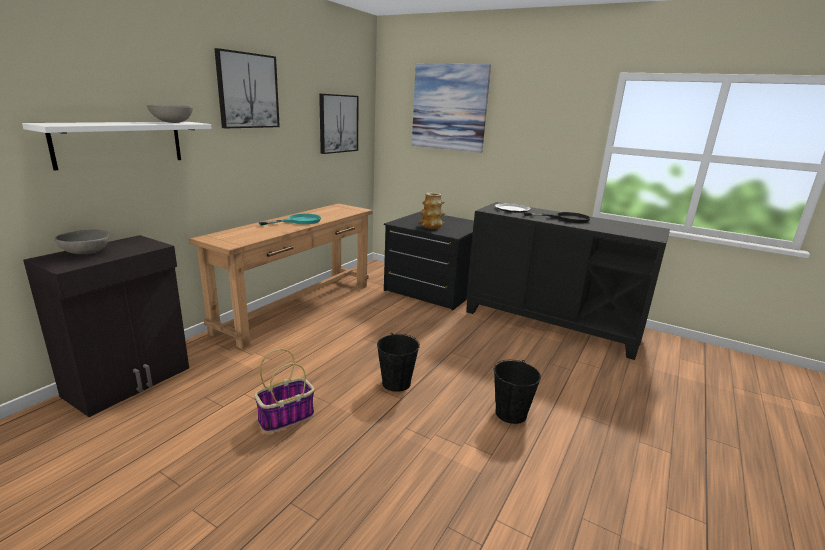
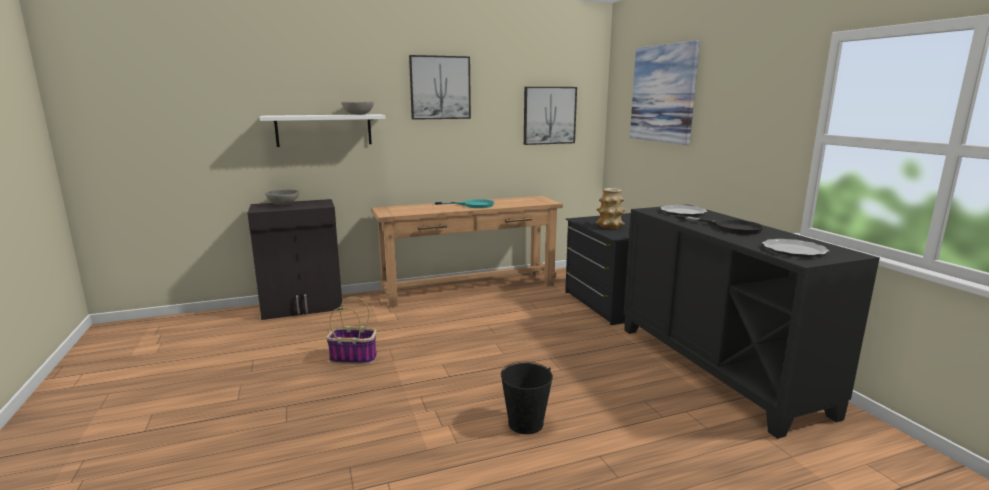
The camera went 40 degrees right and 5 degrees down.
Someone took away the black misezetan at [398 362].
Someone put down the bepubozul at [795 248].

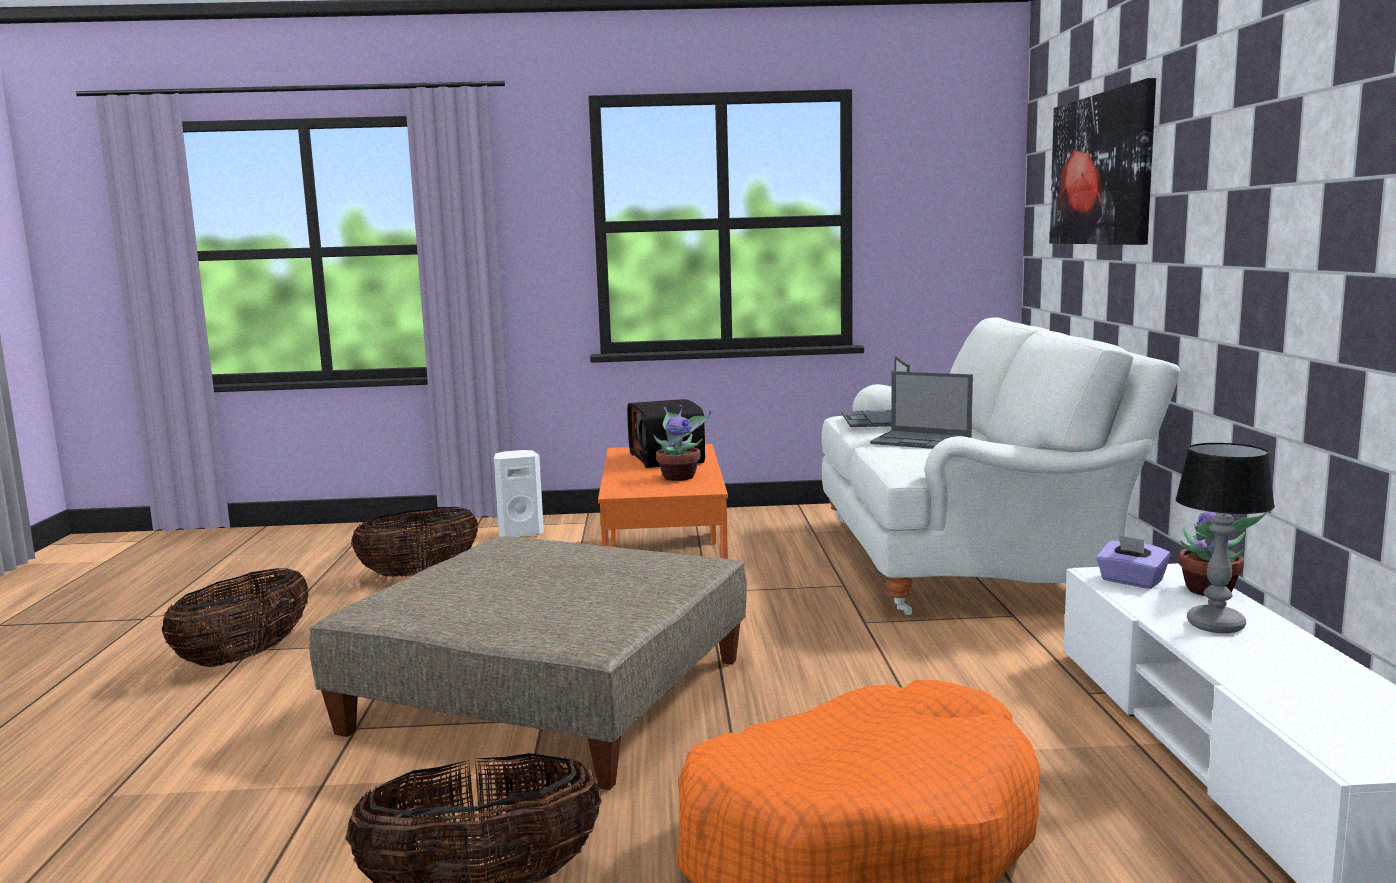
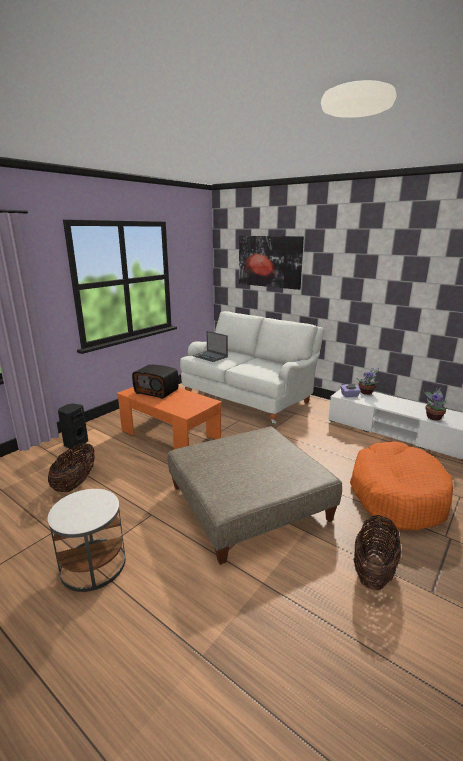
The camera went 50 degrees left and 10 degrees up.
Someone took away the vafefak at [921 410].
Someone took away the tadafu at [1225 538].
Someone carried the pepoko from [682 443] to [435 404].
Someone swapped the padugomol at [235 617] for the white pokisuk at [87 540].
Someone repainted the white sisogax at [519 493], which became the black sisogax at [73 427].

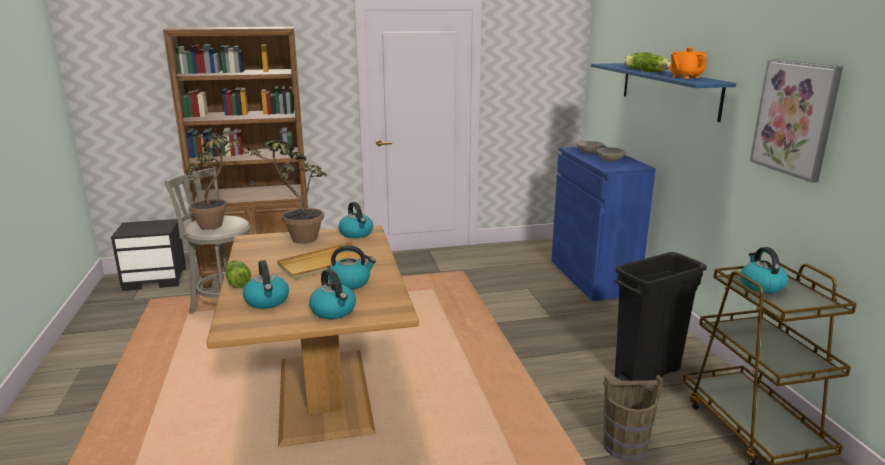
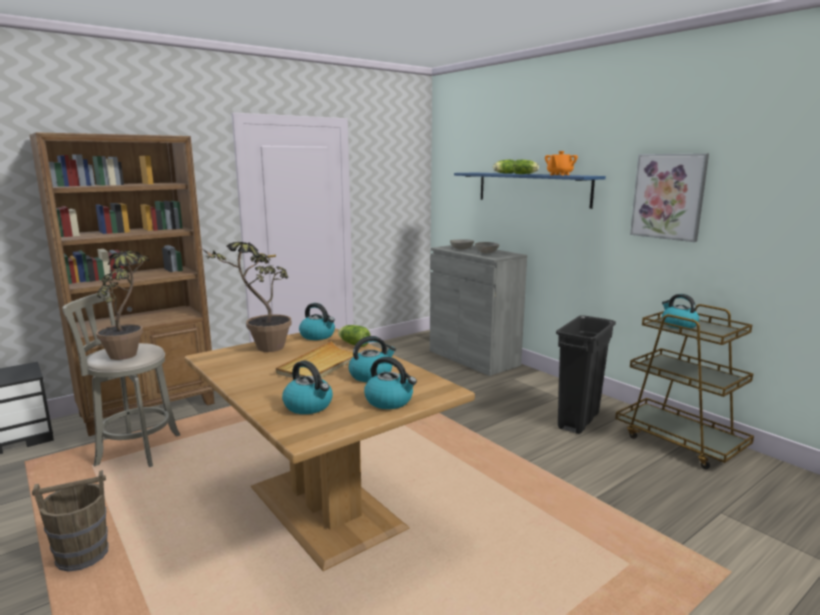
The camera went 25 degrees left and 5 degrees down.
Someone carried the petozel from [238 274] to [354 336].
Someone carried the brown misezetan from [633 418] to [70 521].
Someone repainted the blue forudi at [603 223], which became the grey forudi at [478 310].

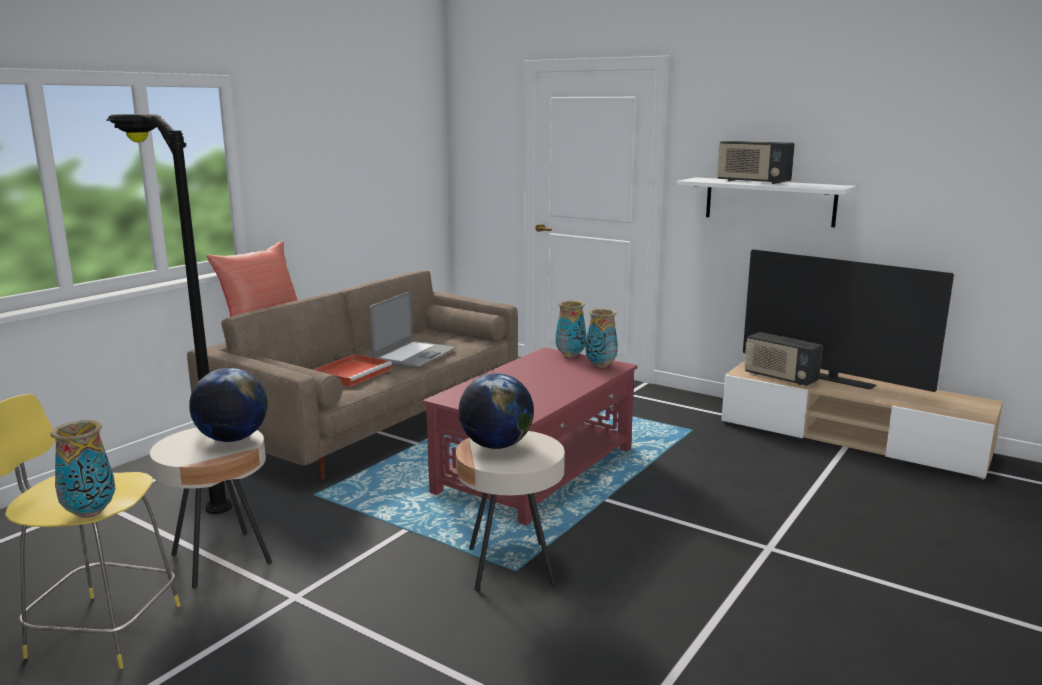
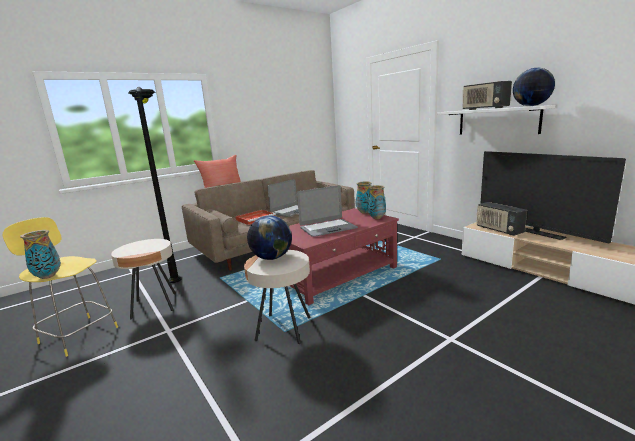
The camera went 20 degrees right and 0 degrees up.
Someone put down the vafefak at [327 211].
Someone carried the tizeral from [228 405] to [534 87].

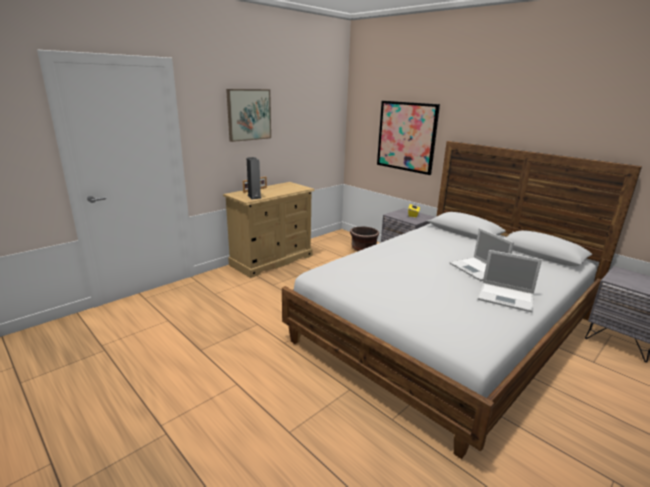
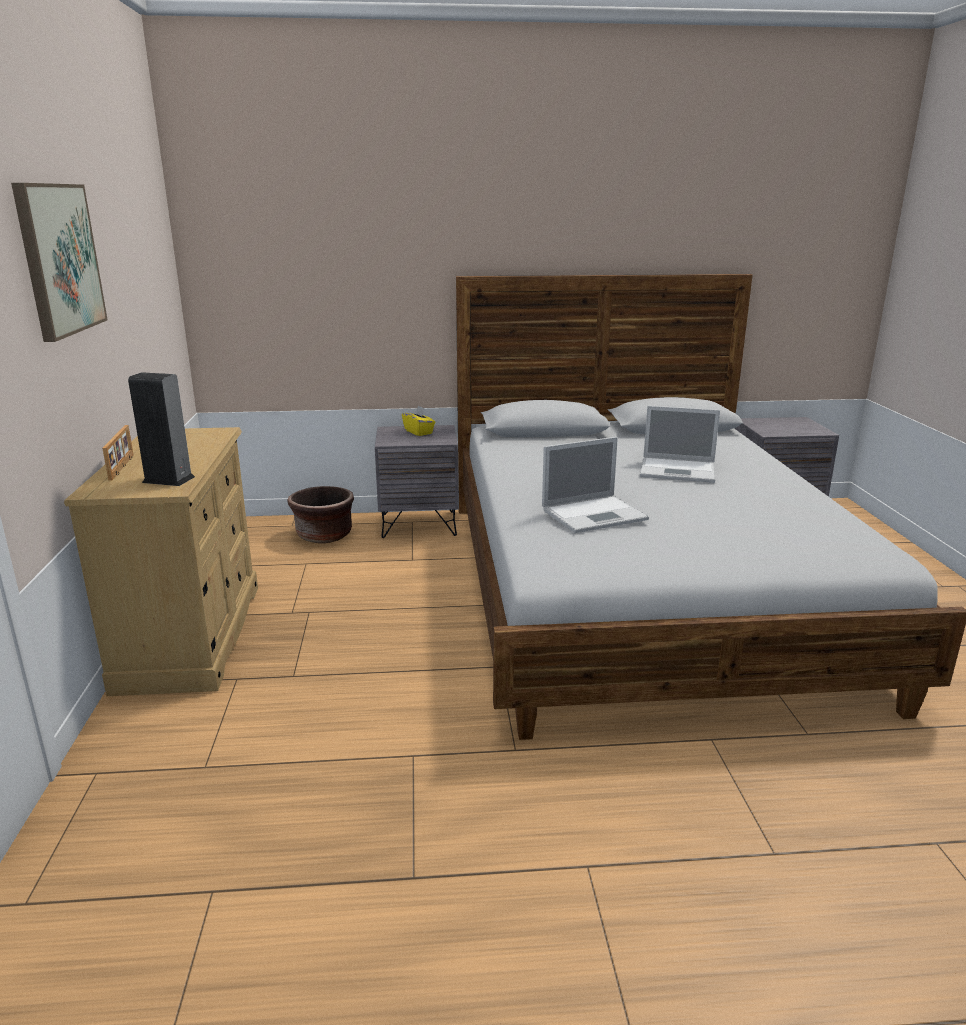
The camera went 50 degrees left and 0 degrees up.
Someone took away the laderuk at [408 138].
Someone carried the vafefak from [510 281] to [595 485].

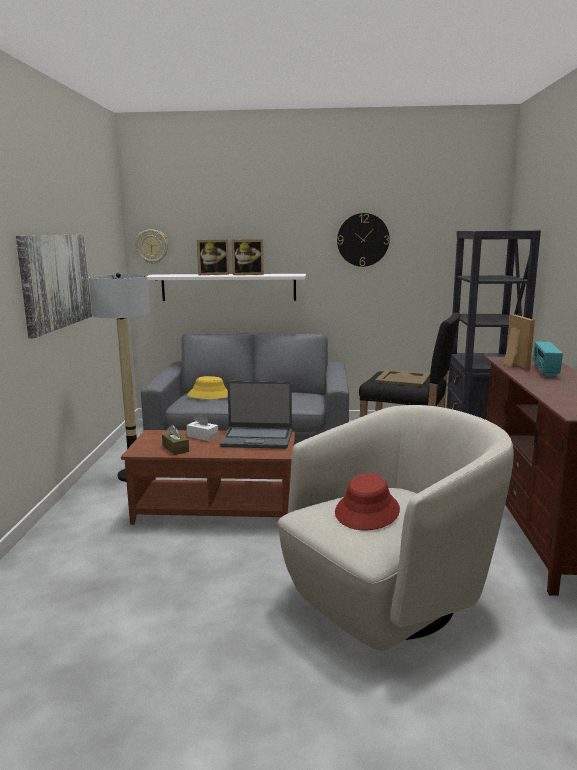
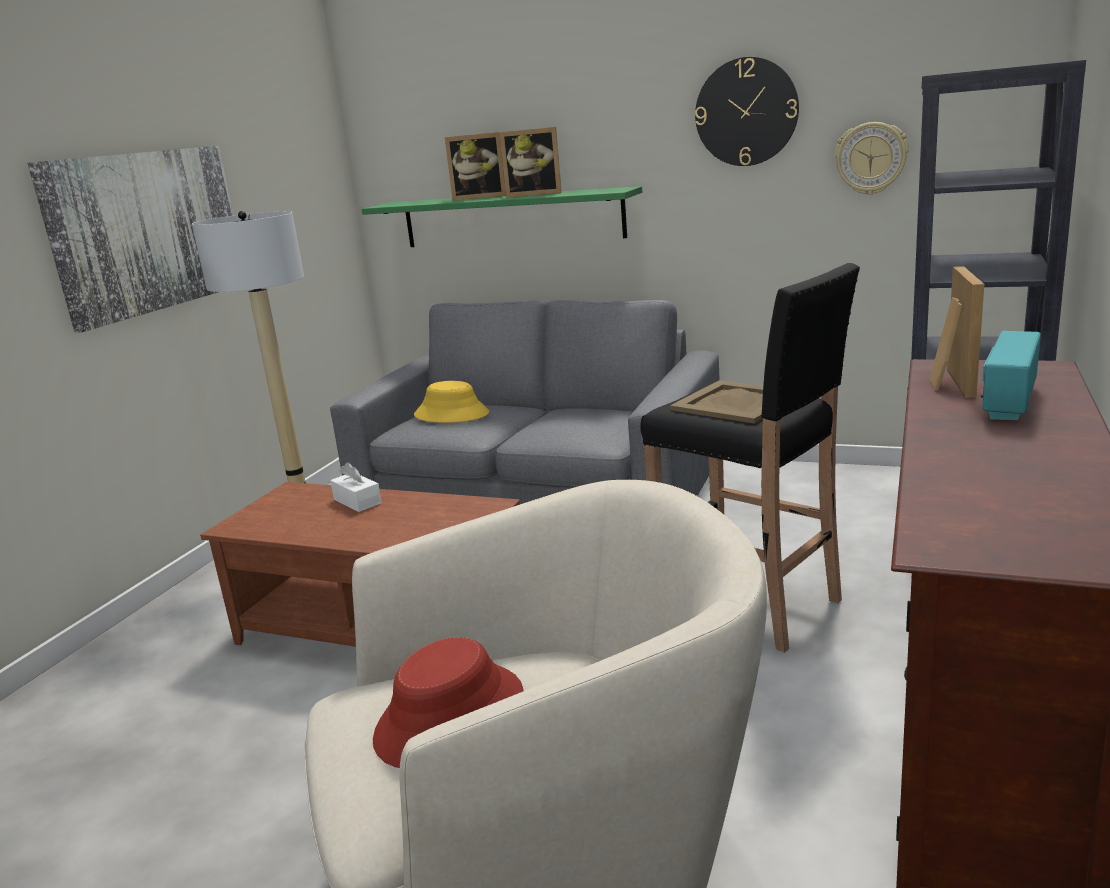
The camera went 20 degrees right and 5 degrees up.
Someone took away the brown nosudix at [175 440].
Someone took away the vafefak at [256 415].
Someone carried the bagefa from [151 246] to [872 158].
Someone repainted the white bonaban at [226 287], which became the green bonaban at [502 216].

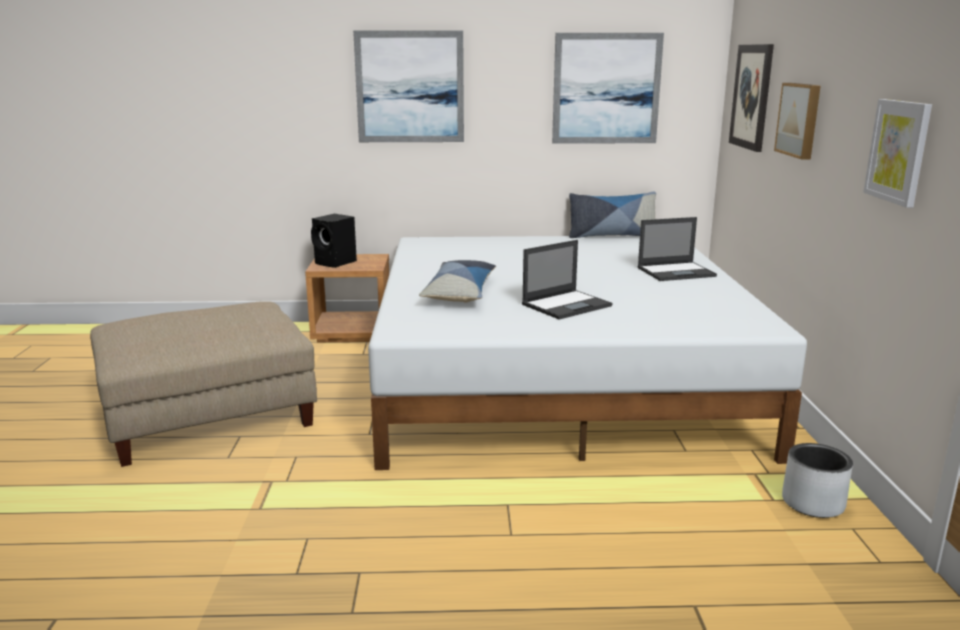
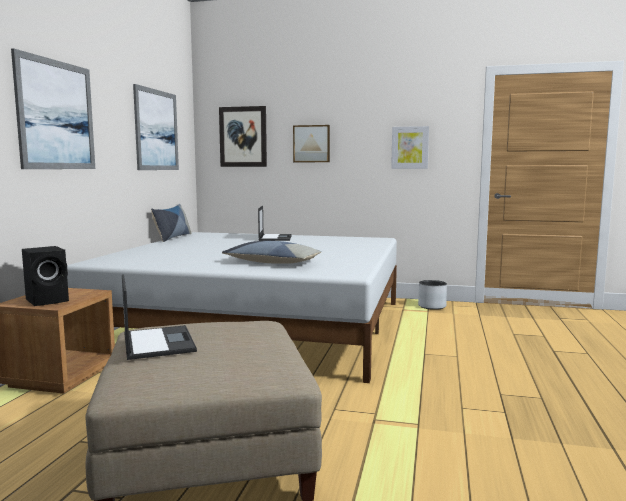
The camera went 75 degrees left and 10 degrees down.
Someone carried the vafefak from [567 279] to [159 317].

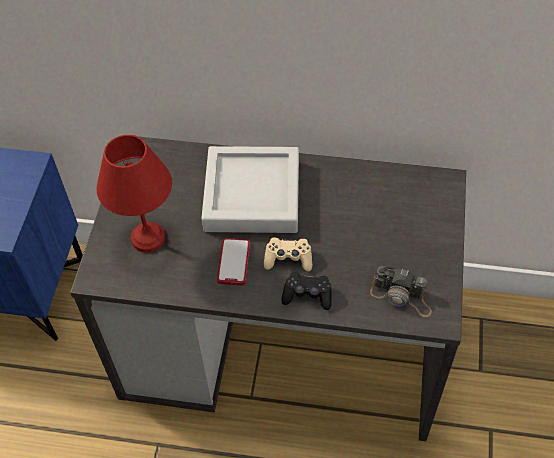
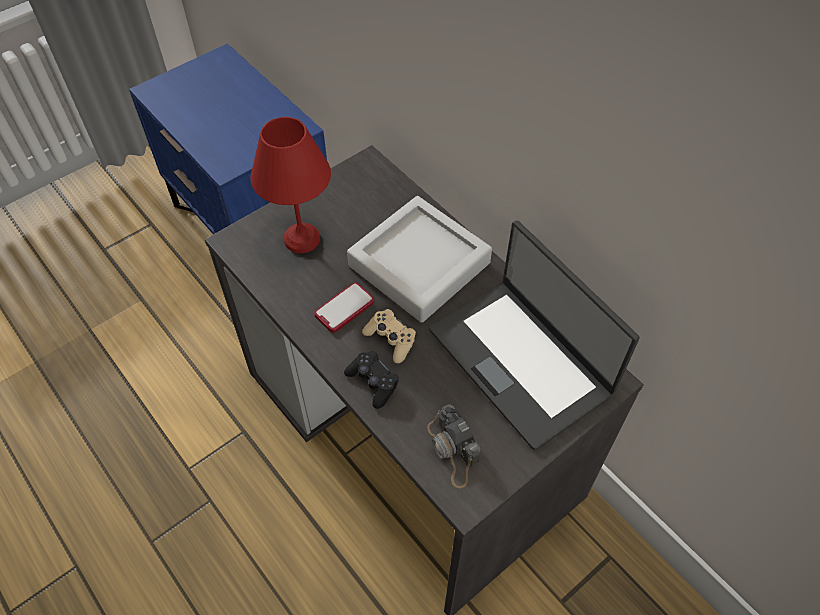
The camera went 40 degrees right and 0 degrees up.
Someone put down the vafefak at [534 335].

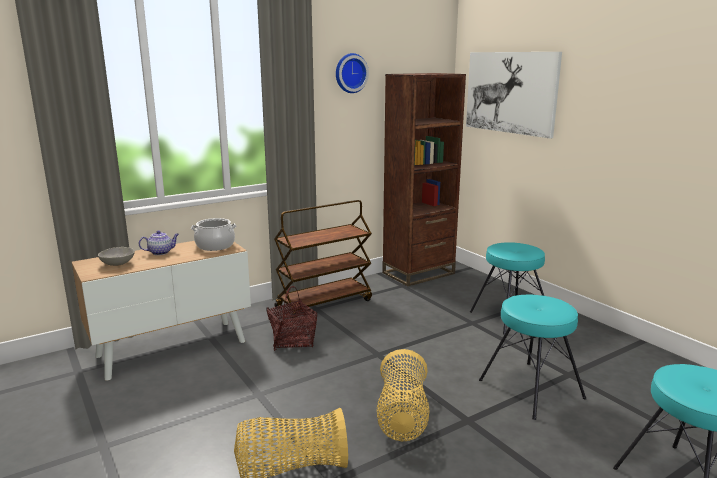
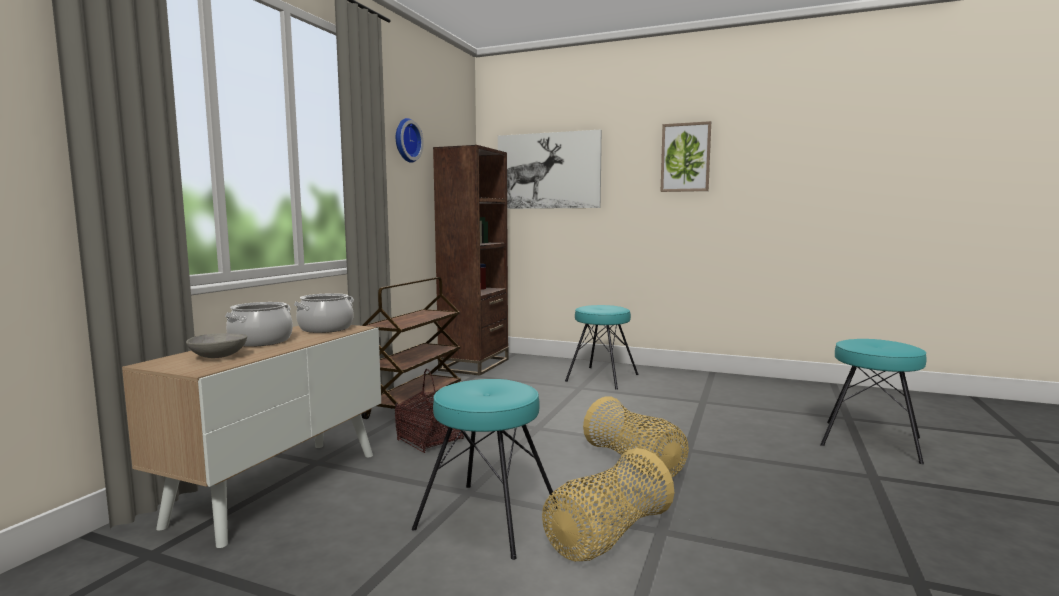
The camera went 35 degrees left and 10 degrees down.
Someone put up the laderuk at [685 156].
Someone carried the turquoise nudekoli from [532 357] to [485 469].
Someone swapped the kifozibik at [159 243] for the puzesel at [259 324].

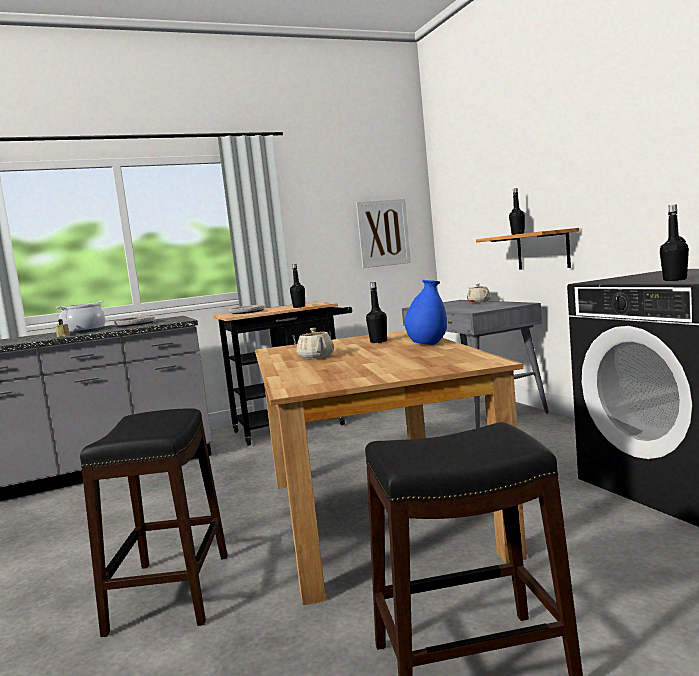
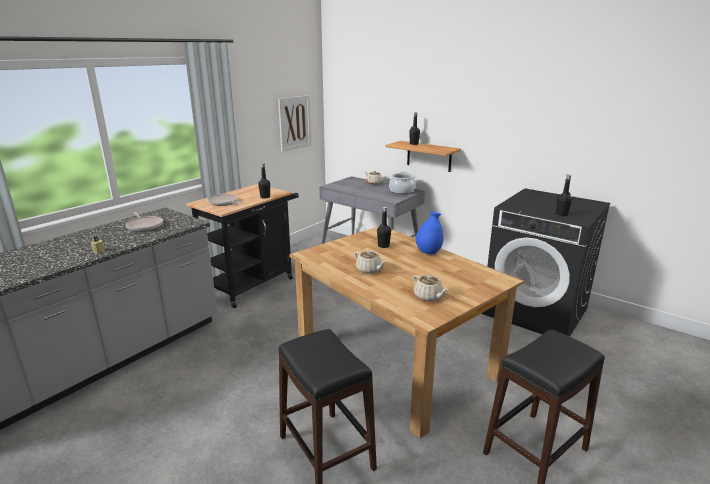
The camera went 30 degrees left and 15 degrees up.
Someone put down the beige kifozibik at [430 288].
Someone carried the puzesel from [81 317] to [402 183].

